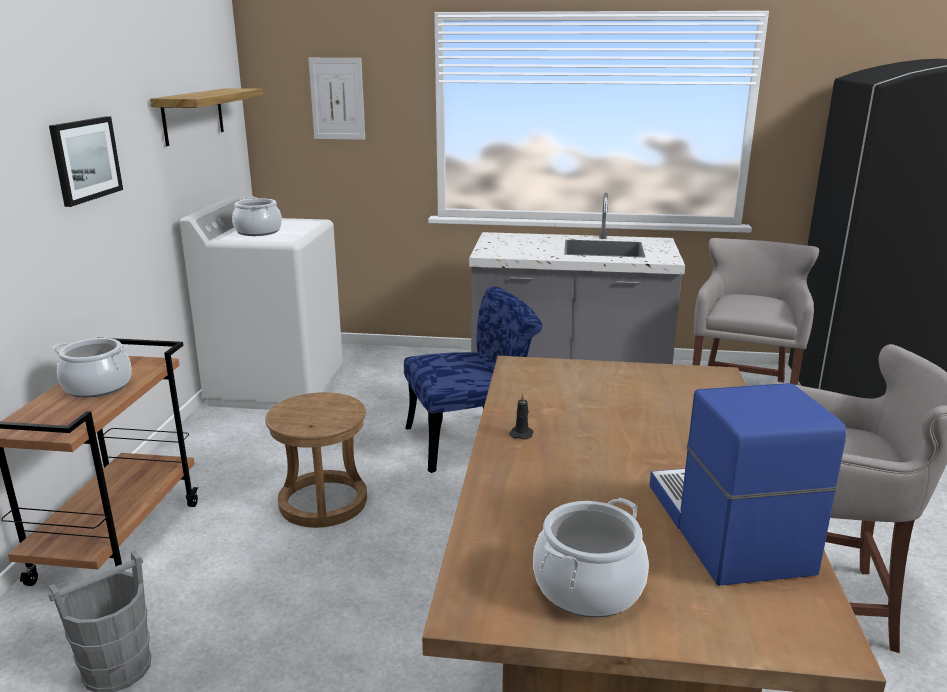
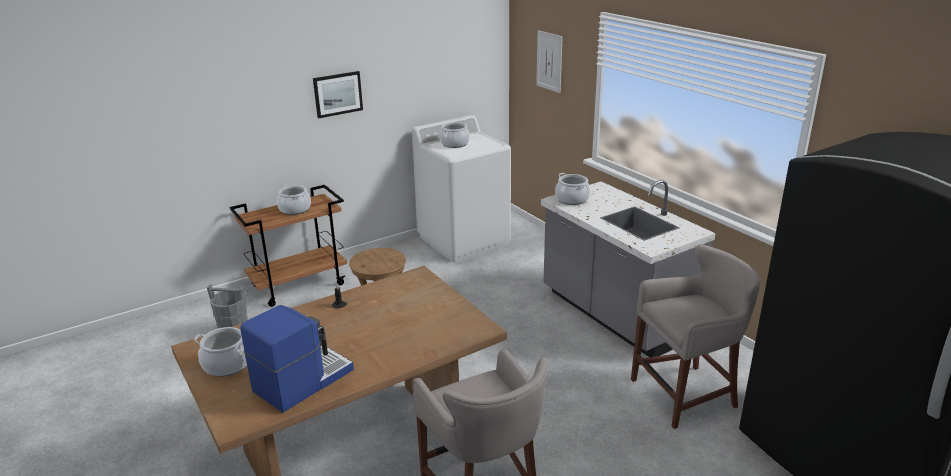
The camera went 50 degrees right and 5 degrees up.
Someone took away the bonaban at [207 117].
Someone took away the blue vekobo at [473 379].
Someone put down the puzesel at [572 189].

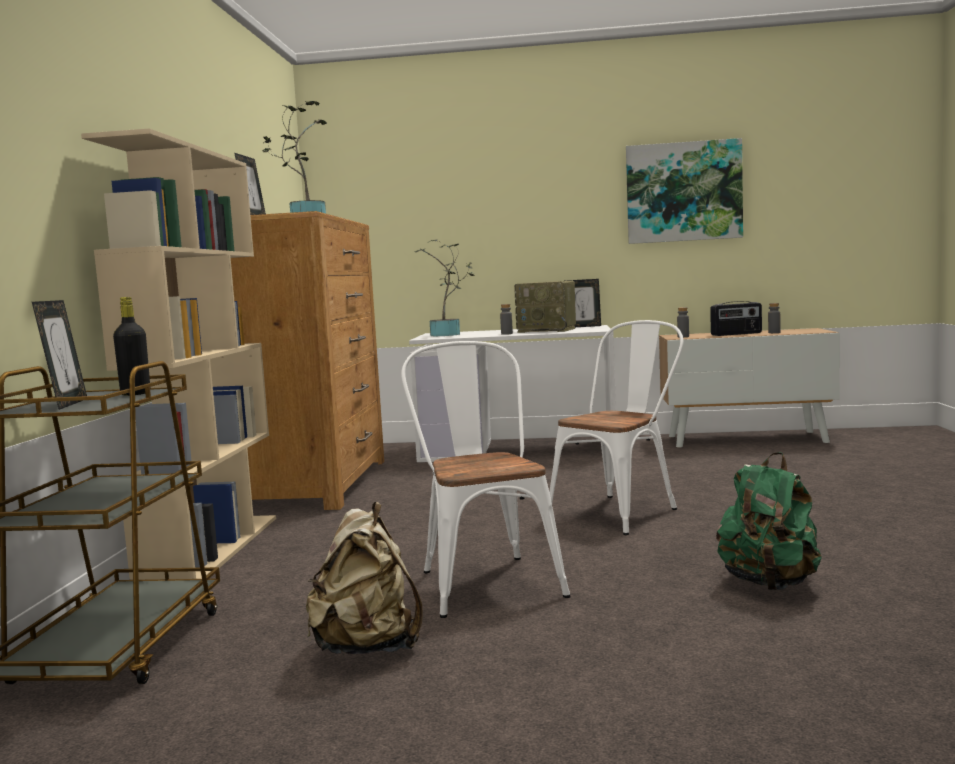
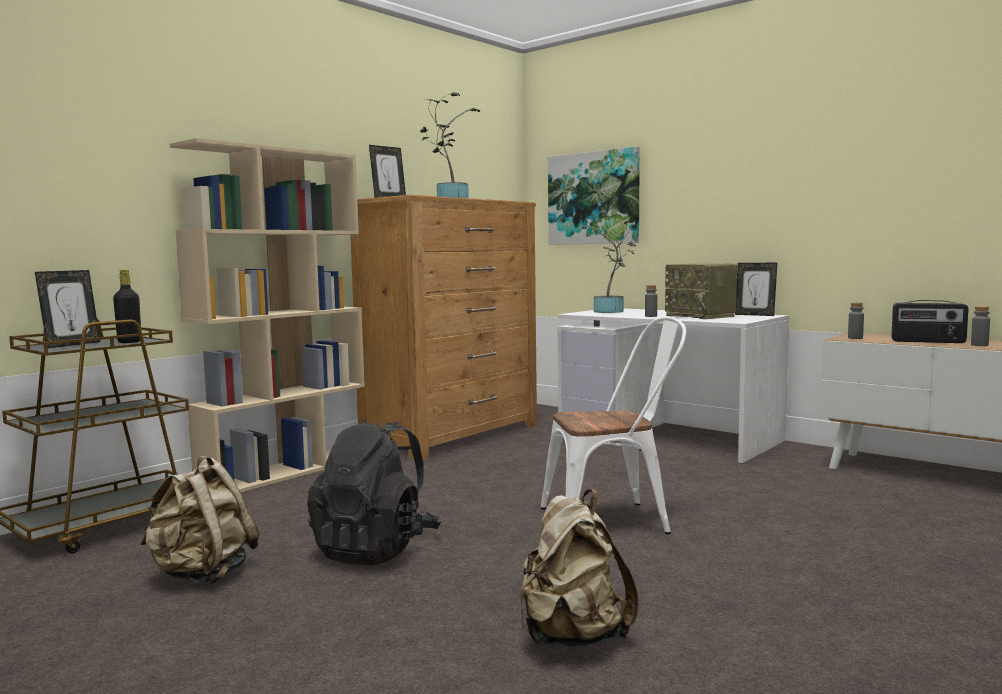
The camera went 35 degrees right and 0 degrees up.
Someone carried the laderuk from [684 191] to [594 195].
Someone swapped the white vekobo at [486 479] for the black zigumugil at [374 492].
Someone repainted the green zigumugil at [769 521], which became the beige zigumugil at [579 568].

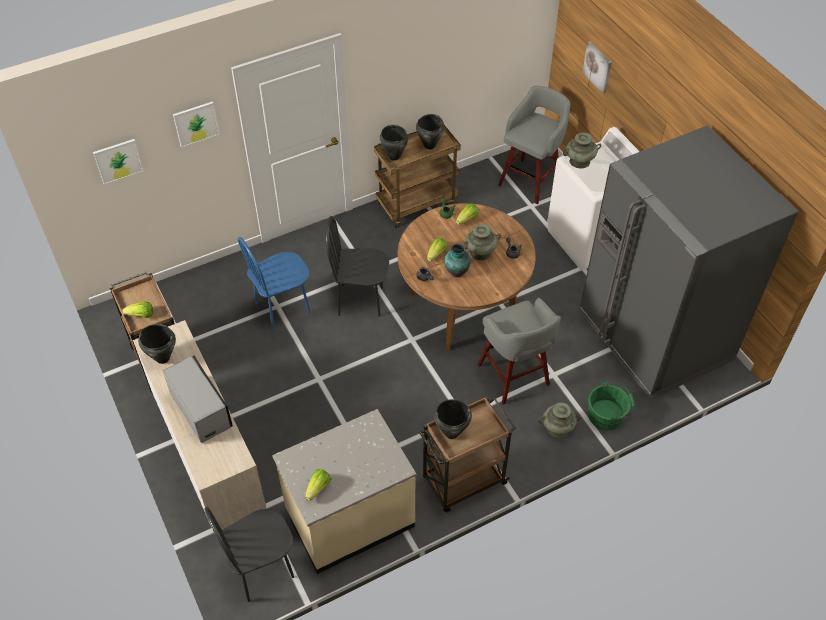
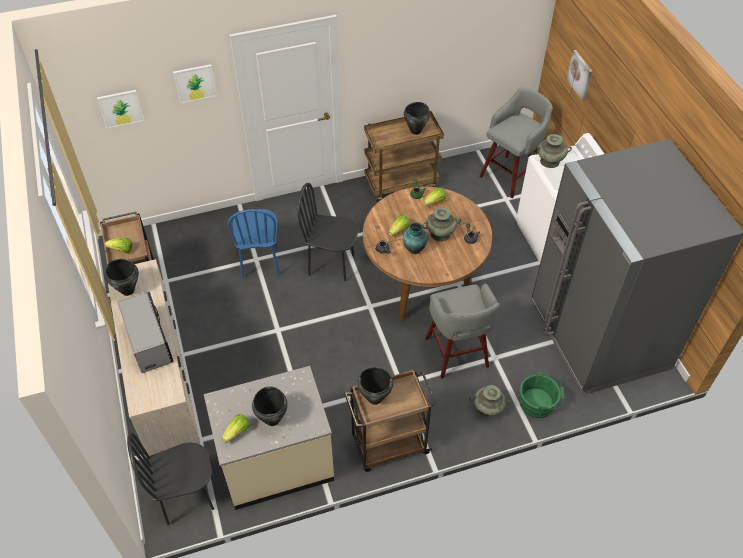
The camera went 10 degrees right and 0 degrees up.
Someone carried the black puzesel from [394 142] to [270 406].
Someone rotated the blue vekobo at [274 284] by 75 degrees counterclockwise.

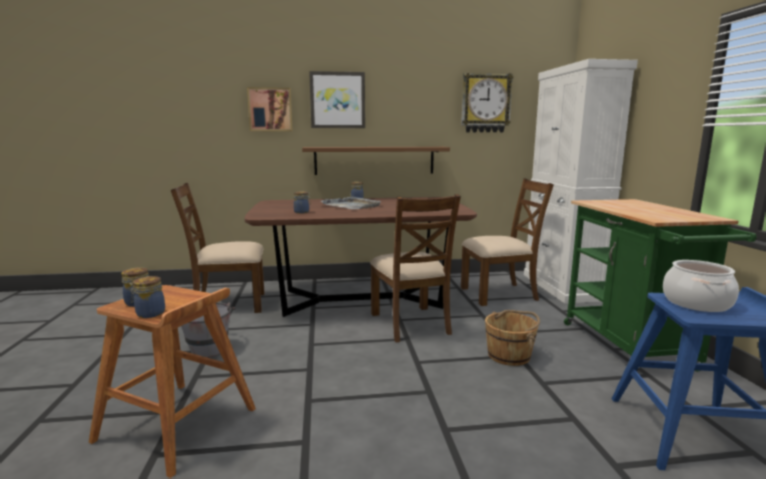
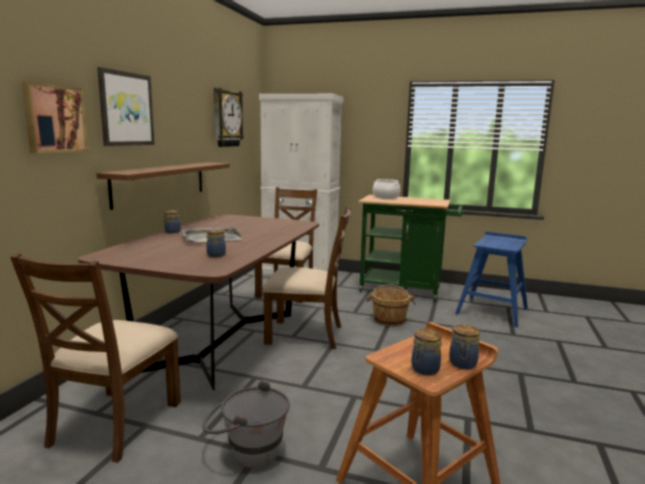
The camera went 65 degrees left and 0 degrees up.
Someone carried the puzesel from [701 286] to [387 189].

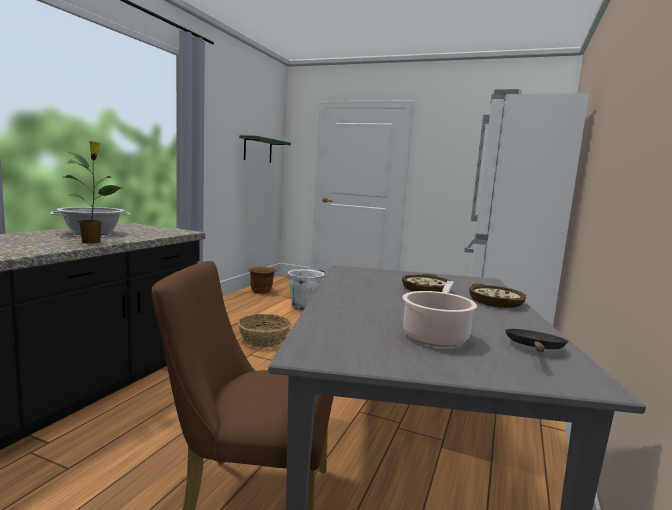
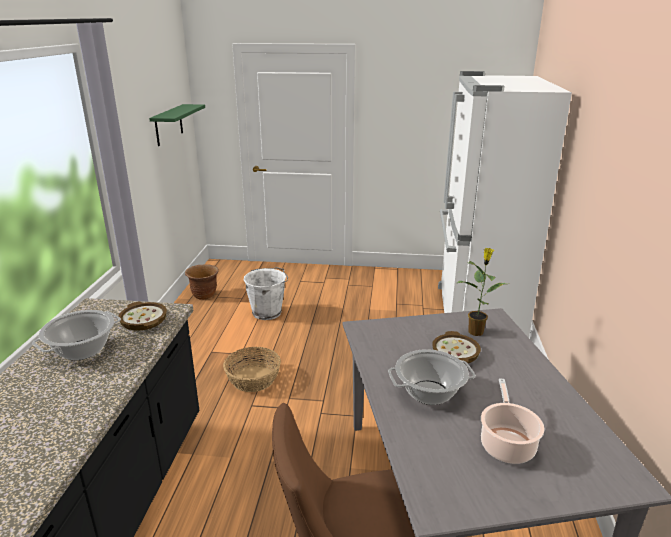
The camera went 15 degrees left and 15 degrees up.
Someone took away the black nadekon at [536 340].
Someone put down the puzesel at [432 377].
Someone carried the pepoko from [93 192] to [481 292].
Someone carried the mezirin from [497 296] to [142 316].

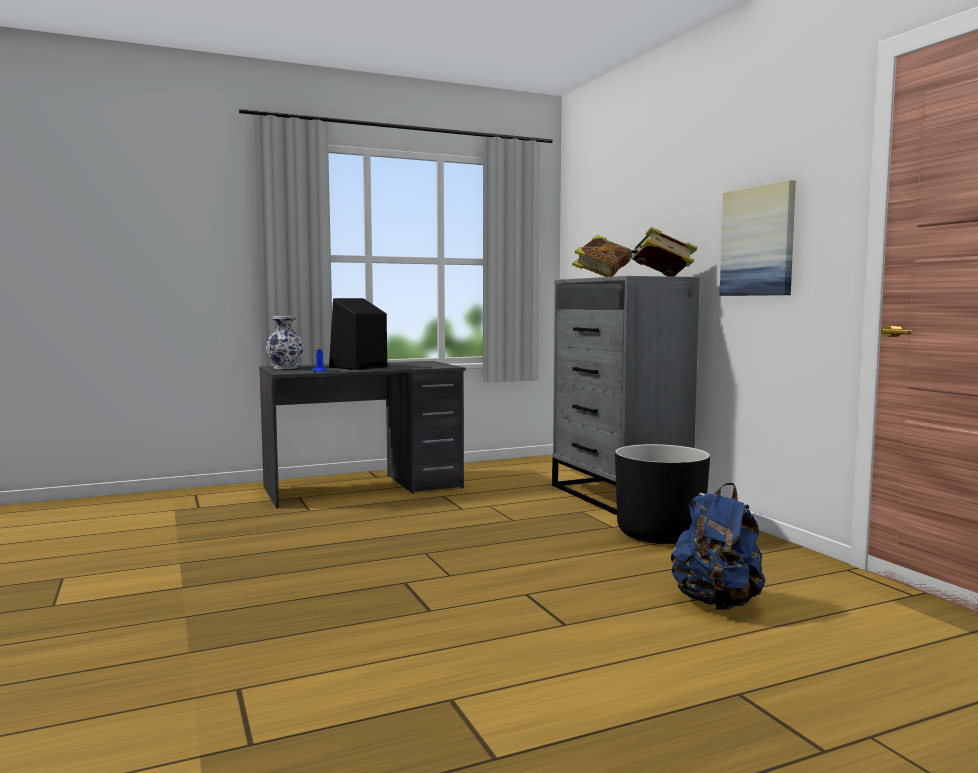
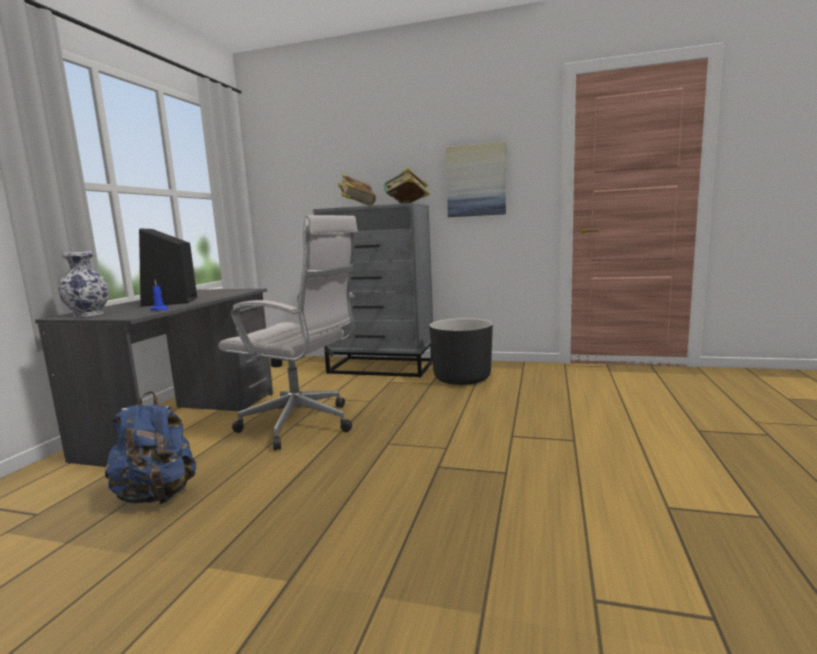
The camera went 50 degrees left and 5 degrees up.
Someone put down the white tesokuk at [288 332].
Someone carried the blue zigumugil from [718 546] to [150 447].

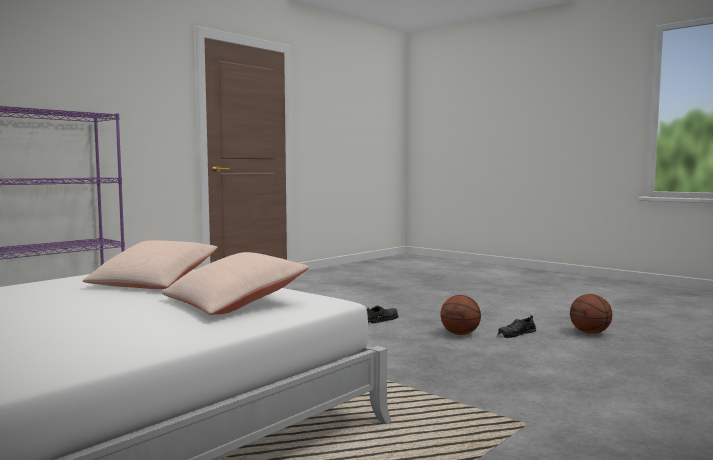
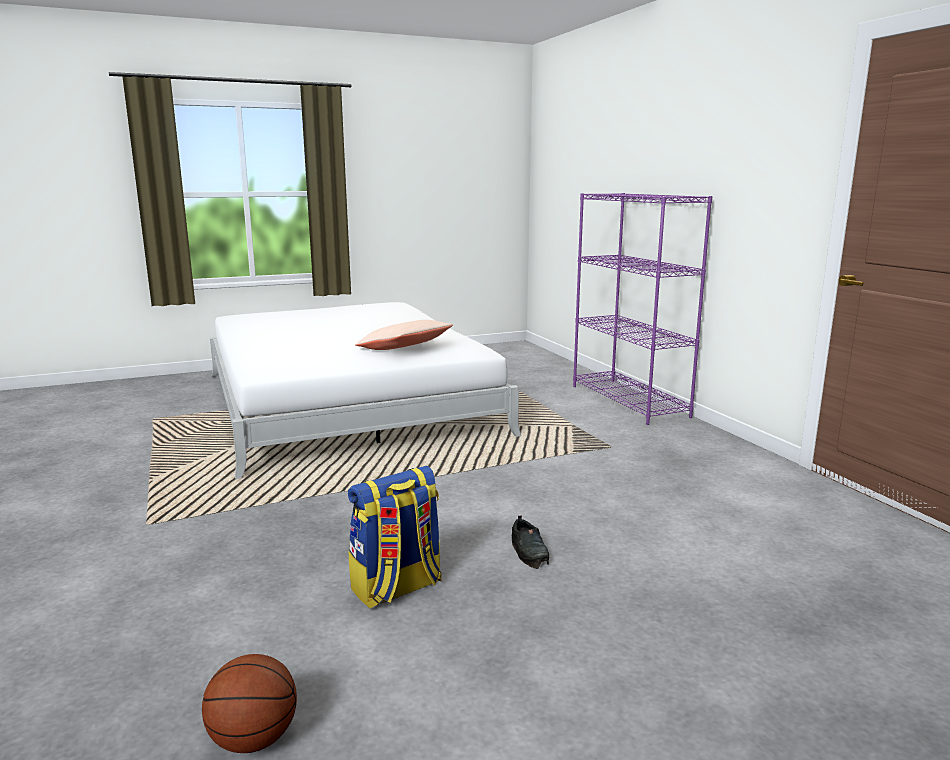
The camera went 115 degrees right and 10 degrees up.
Someone took away the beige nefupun at [235 283].
Someone took away the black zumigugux at [516 326].
Someone swapped the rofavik at [461 315] for the zigumugil at [395 537].

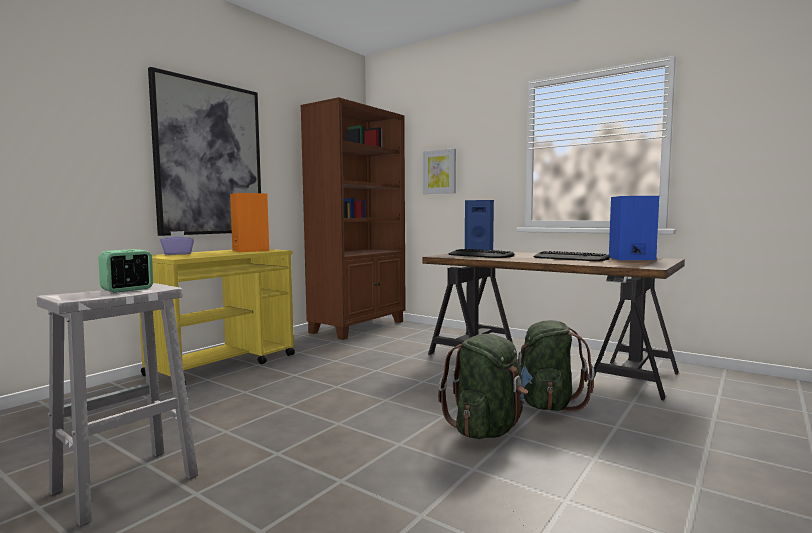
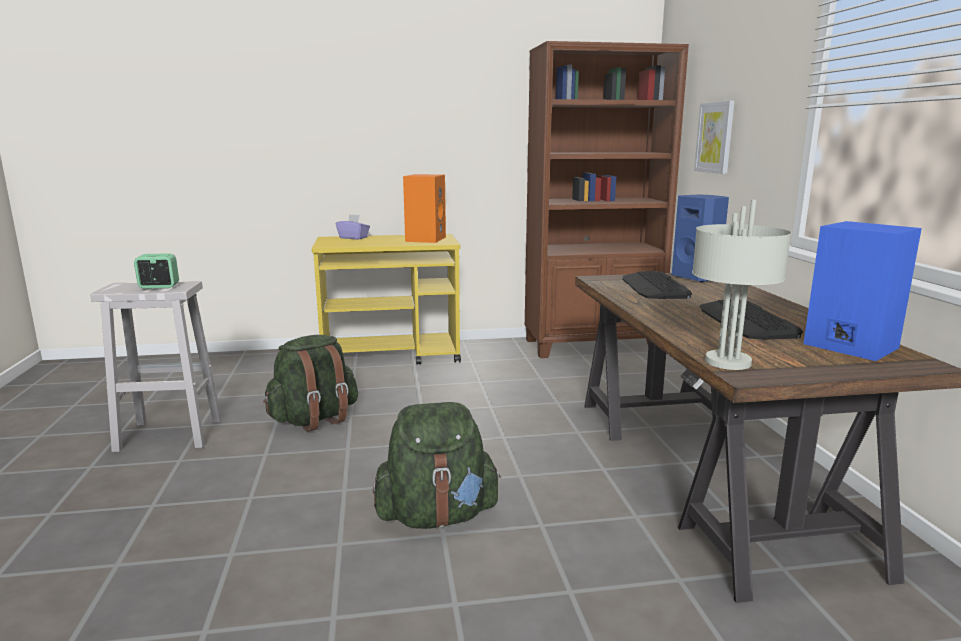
The camera went 45 degrees right and 10 degrees up.
Someone took away the laderuk at [204 151].
Someone put down the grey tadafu at [742 285].
Someone carried the green zigumugil from [556 365] to [310 383].

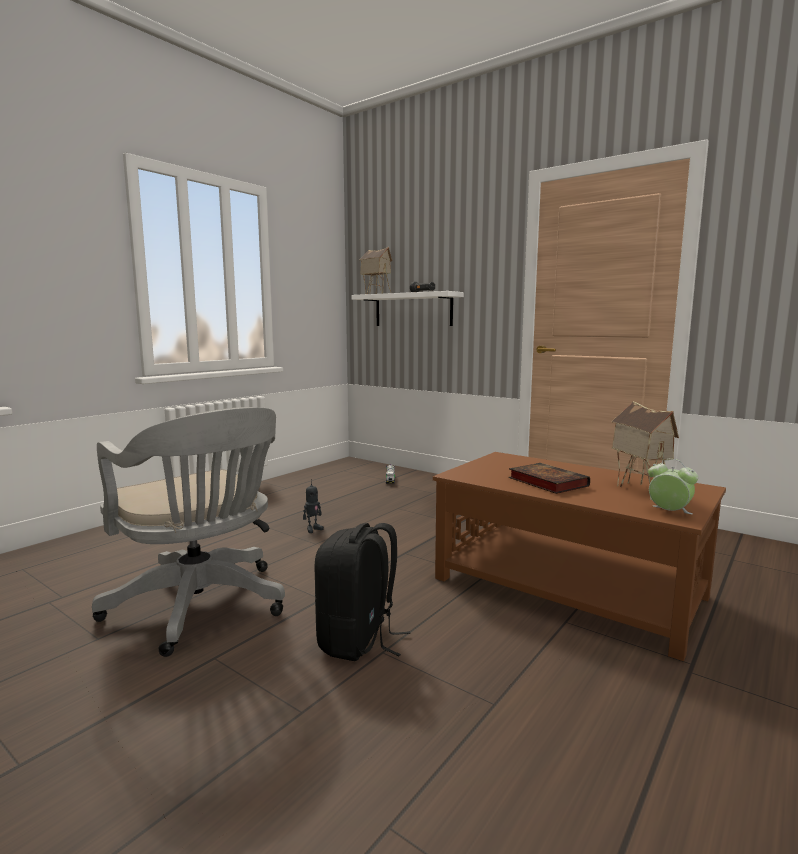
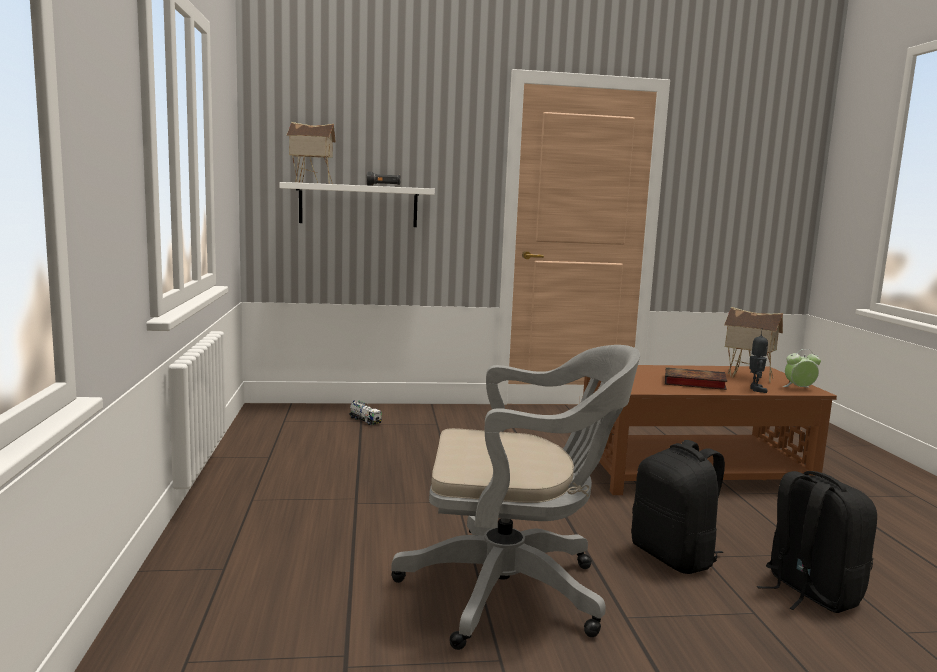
The camera went 45 degrees left and 0 degrees up.
Someone put down the black zigumugil at [817 542].
Someone carried the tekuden from [313 506] to [759 360].

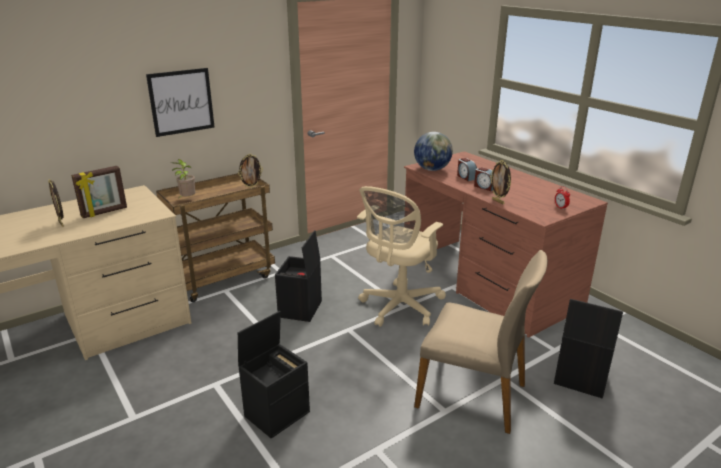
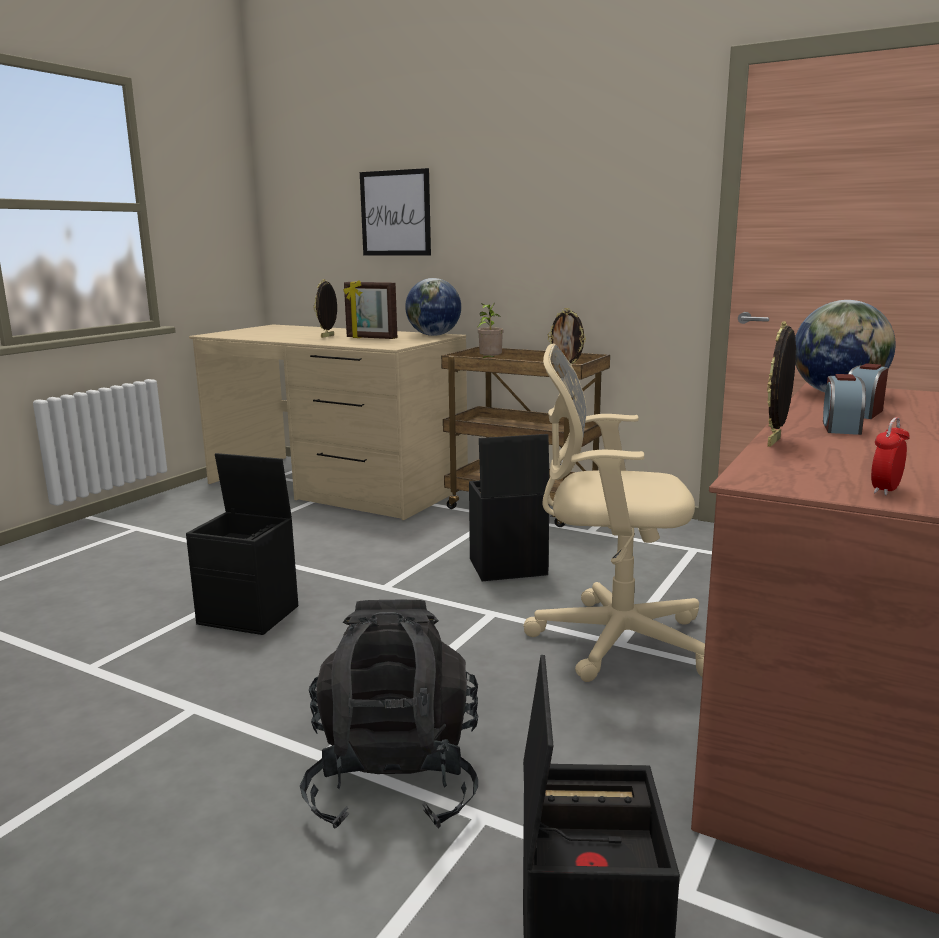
The camera went 65 degrees right and 10 degrees down.
Someone put down the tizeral at [433 307].
Someone carried the laderuk from [180 102] to [395 211].
Someone swapped the beige vekobo at [481 342] for the black zigumugil at [389 714].

